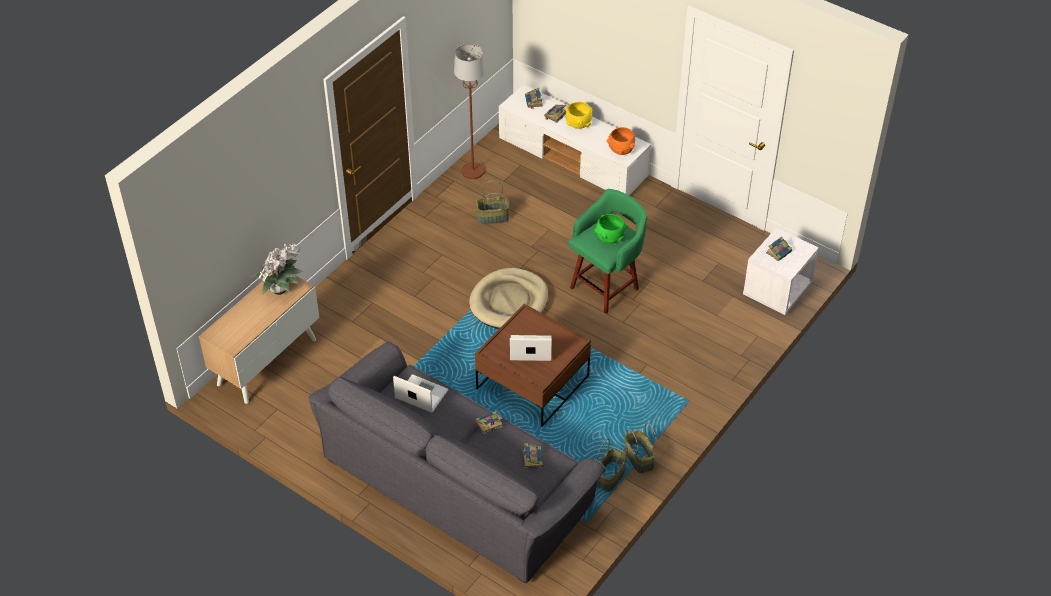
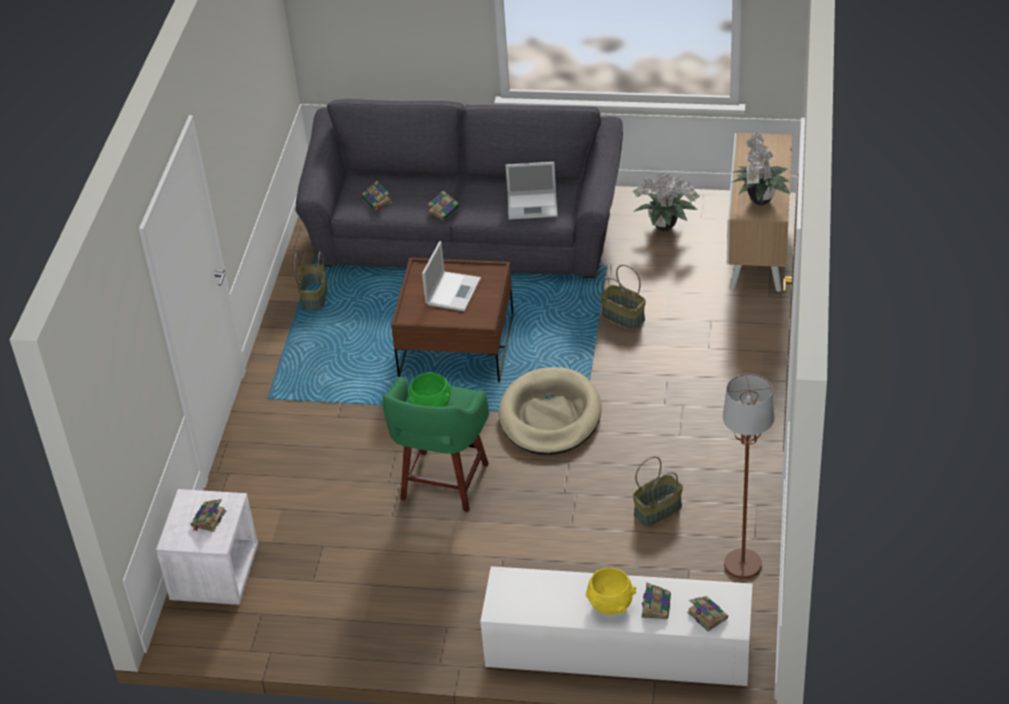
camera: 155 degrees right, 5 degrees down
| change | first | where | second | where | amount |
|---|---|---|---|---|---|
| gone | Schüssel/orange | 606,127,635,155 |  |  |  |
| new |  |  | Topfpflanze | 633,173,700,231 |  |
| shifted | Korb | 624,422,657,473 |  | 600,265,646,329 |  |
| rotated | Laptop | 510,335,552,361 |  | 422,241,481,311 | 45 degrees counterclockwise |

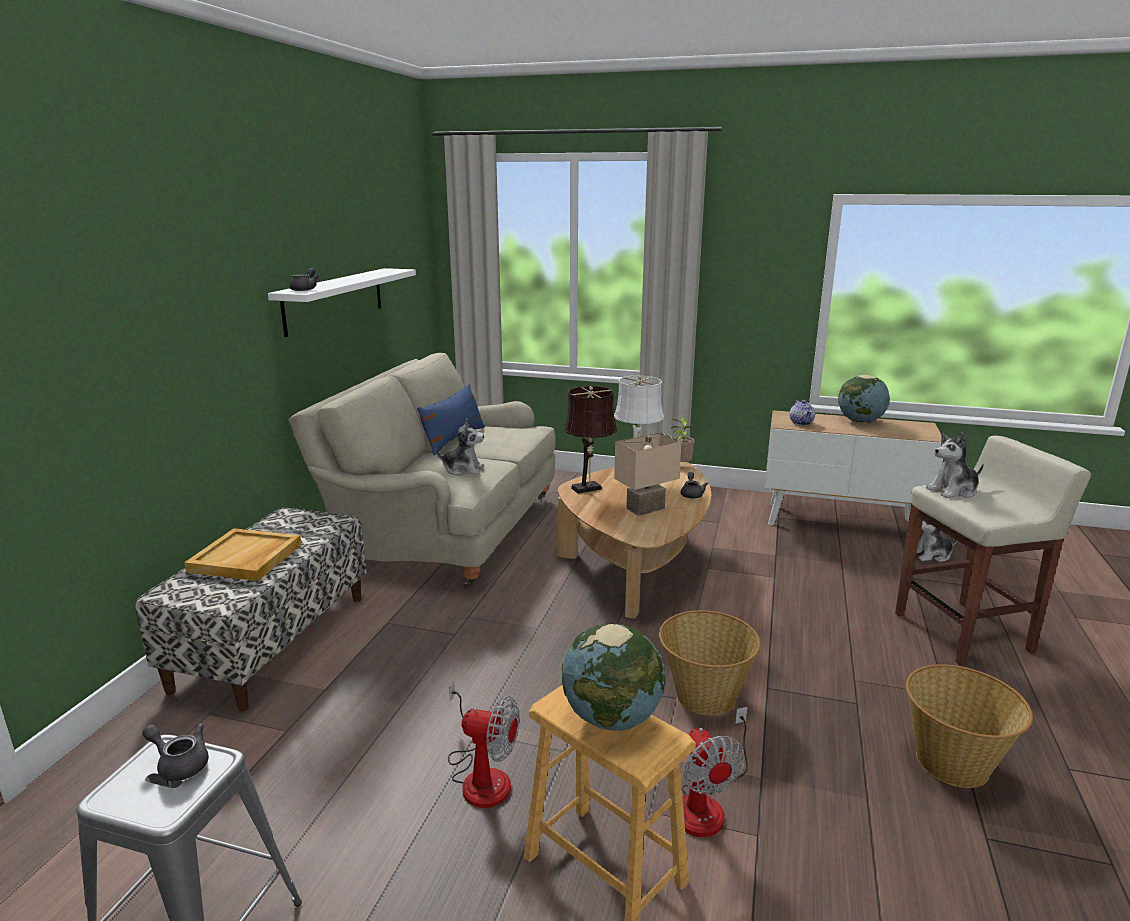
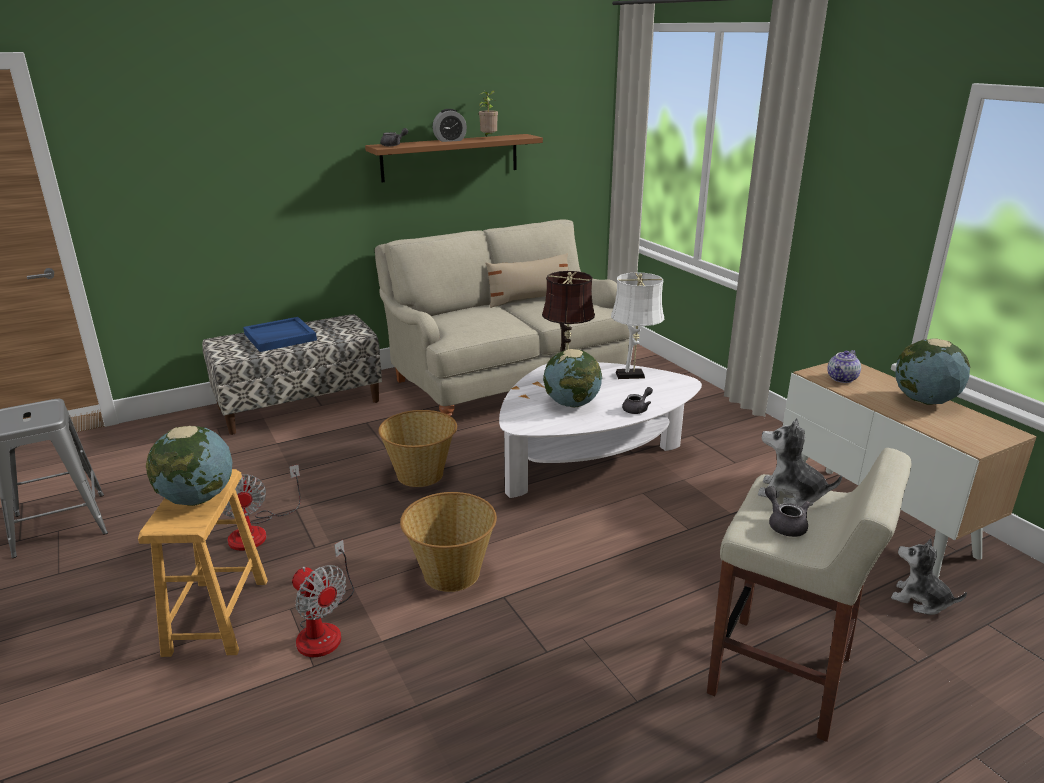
camera: 45 degrees right, 5 degrees up
| change | first | where | second | where | amount |
|---|---|---|---|---|---|
| gone | Plüschtier | 436,419,484,476 |  |  |  |
| new |  |  | Wecker | 433,109,467,142 |  |
| shifted | Teekanne/grau | 142,723,209,781 |  | 765,486,810,537 |  |
| shifted | Topfpflanze | 671,417,695,462 |  | 478,90,498,137 |  |
| shifted | Korb | 906,664,1033,788 |  | 378,410,457,487 |  |
| swapped | Tischlampe/beige | 614,432,682,516 | Globus | 543,349,602,407 |  |
| repainted | Tablett/beige | 184,528,302,581 | Tablett/blau | 243,317,317,352 |  |
| repainted | Wandregal/weiß | 268,268,416,337 | Wandregal/braun | 365,134,543,182 |  |
| repainted | Kissen/blau | 417,384,485,455 | Kissen/beige | 486,253,568,308 |  |
| repainted | Couchtisch/braun | 558,462,711,619 | Couchtisch/weiß | 499,362,702,498 |  |
| rotated | Ventilator | 682,707,748,837 |  | 292,540,354,657 | 75 degrees counterclockwise |

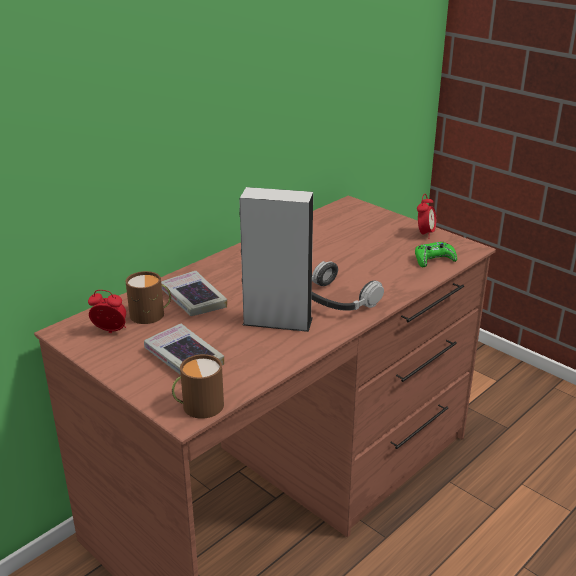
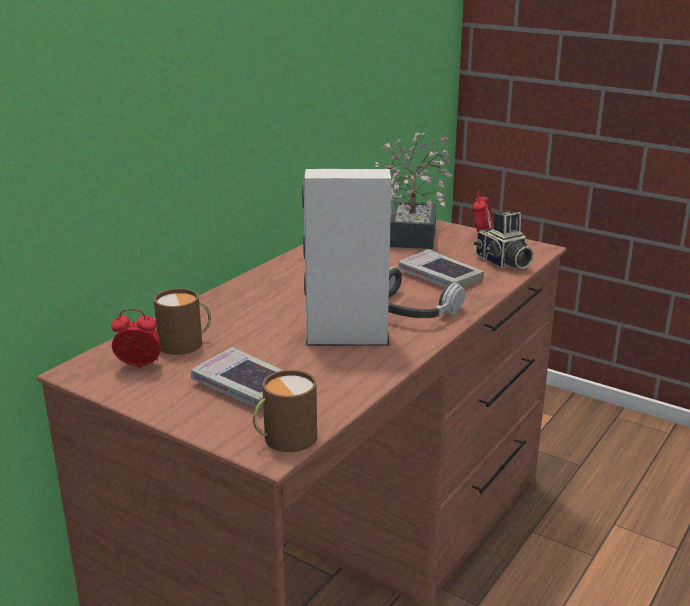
camera: 10 degrees left, 5 degrees down
| change | first | where | second | where | amount |
|---|---|---|---|---|---|
| new |  |  | Topfpflanze | 375,132,452,249 |  |
| shifted | Buch | 161,271,227,316 |  | 398,249,484,288 |  |
| swapped | Gamepad/grün | 415,242,457,267 | Kamera | 474,210,534,269 |  |

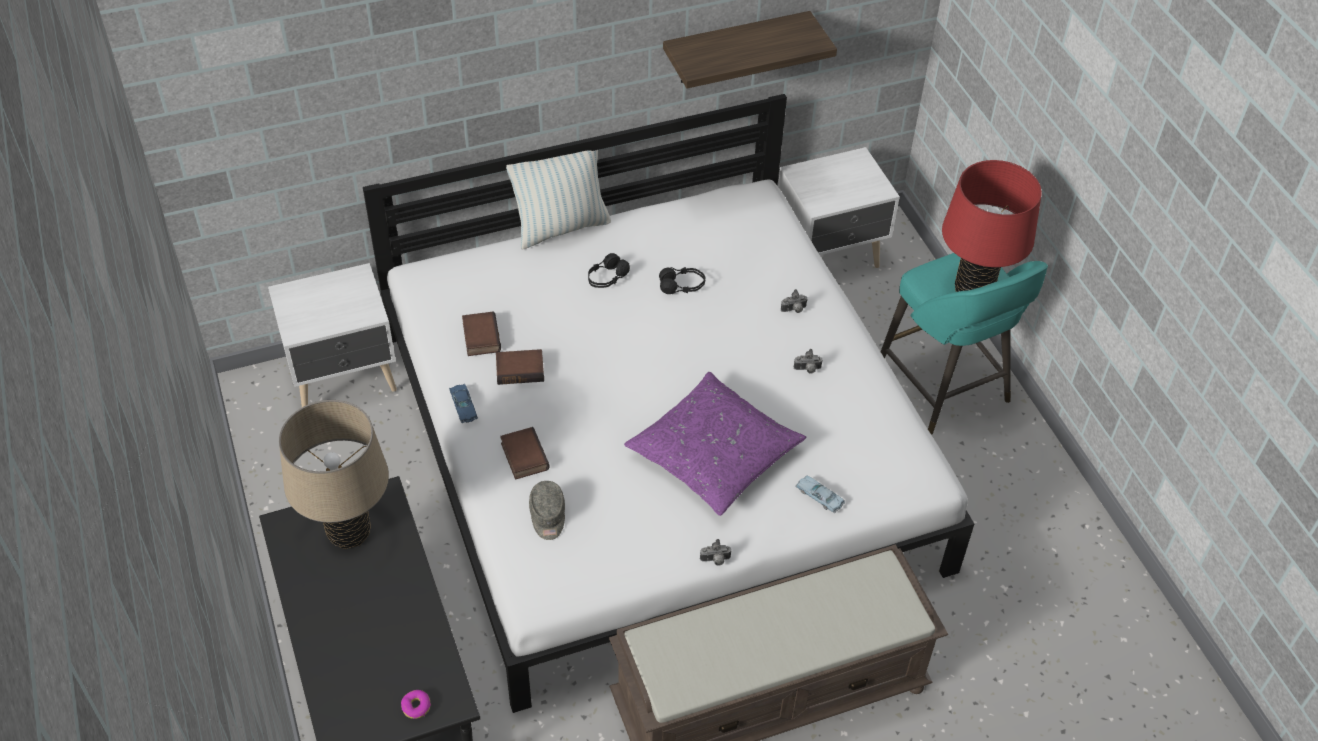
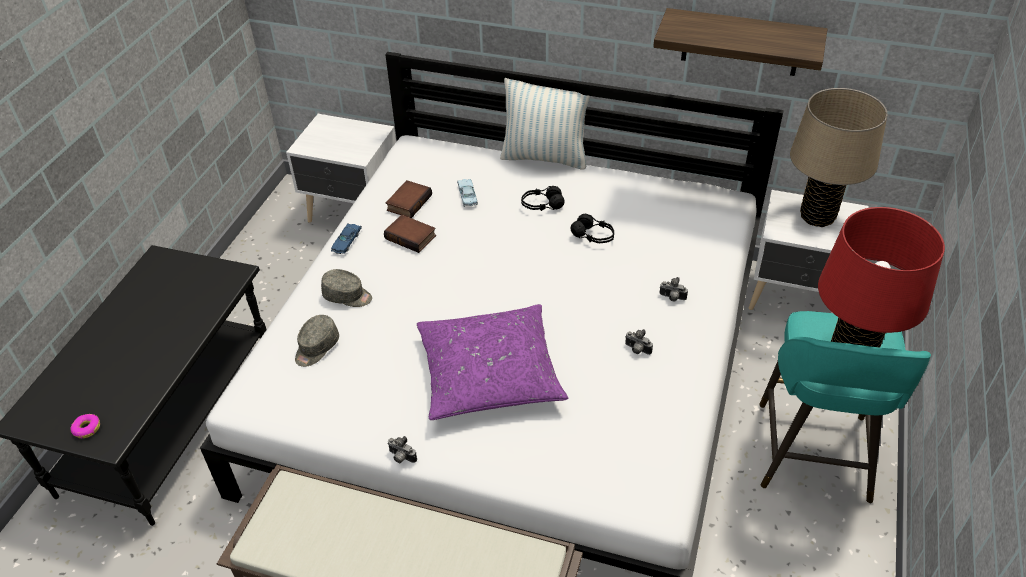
camera: 40 degrees right, 5 degrees down
| change | first | where | second | where | amount |
|---|---|---|---|---|---|
| shifted | Tischlampe/beige | 279,400,389,549 |  | 790,88,887,227 |  |
| shifted | Spielzeugauto/blau | 796,476,845,513 |  | 457,179,478,207 |  |
| swapped | Buch | 500,427,549,479 | Kappe/grau | 321,269,372,307 |  |

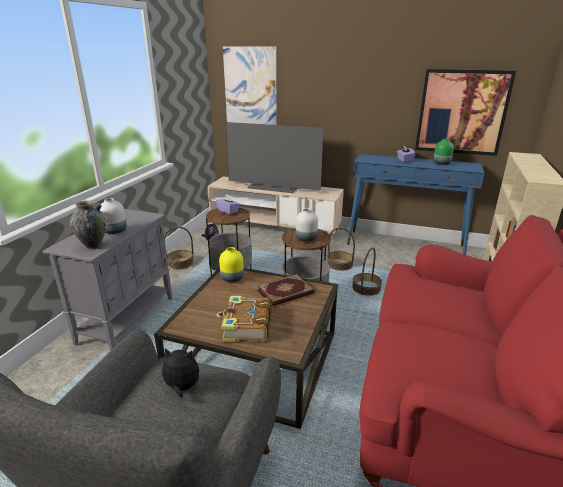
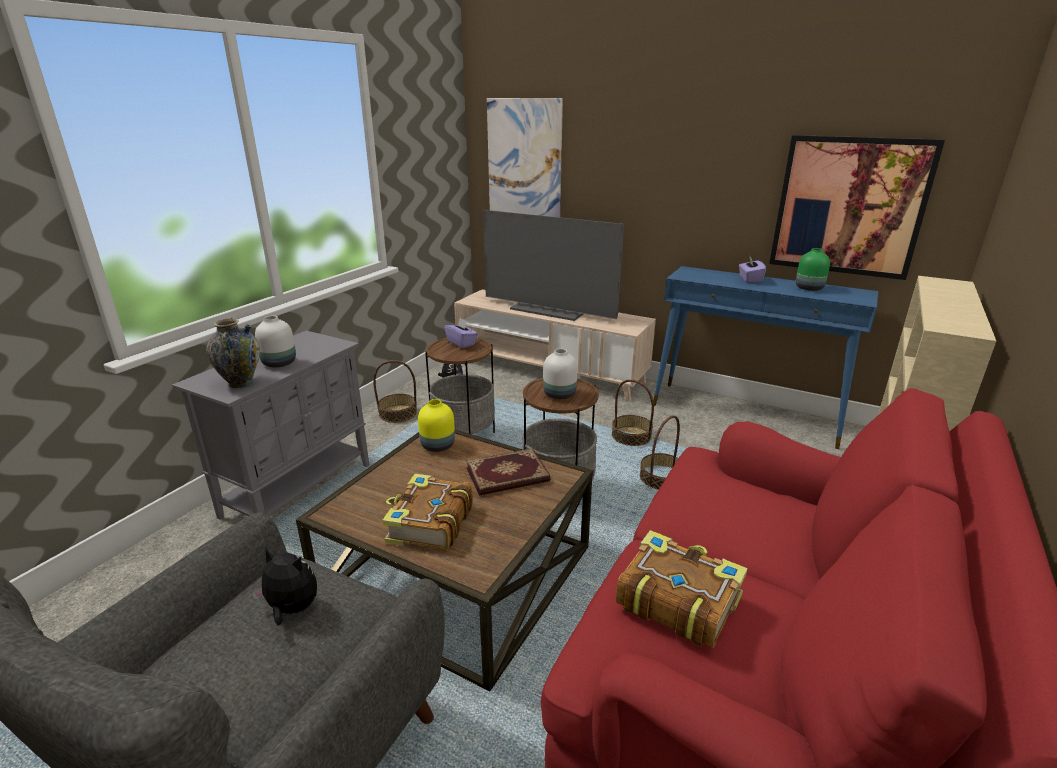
camera: 10 degrees right, 0 degrees up
| change | first | where | second | where | amount |
|---|---|---|---|---|---|
| new |  |  | Buch | 616,530,748,648 |  |

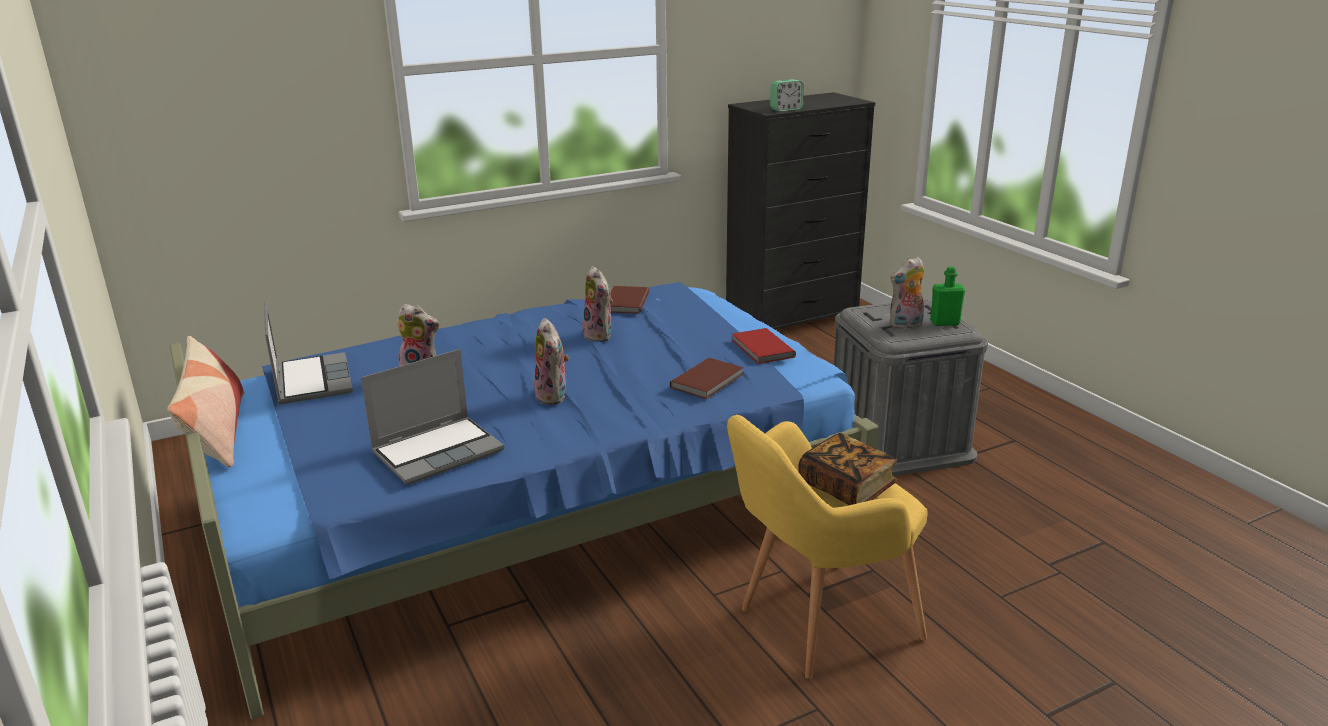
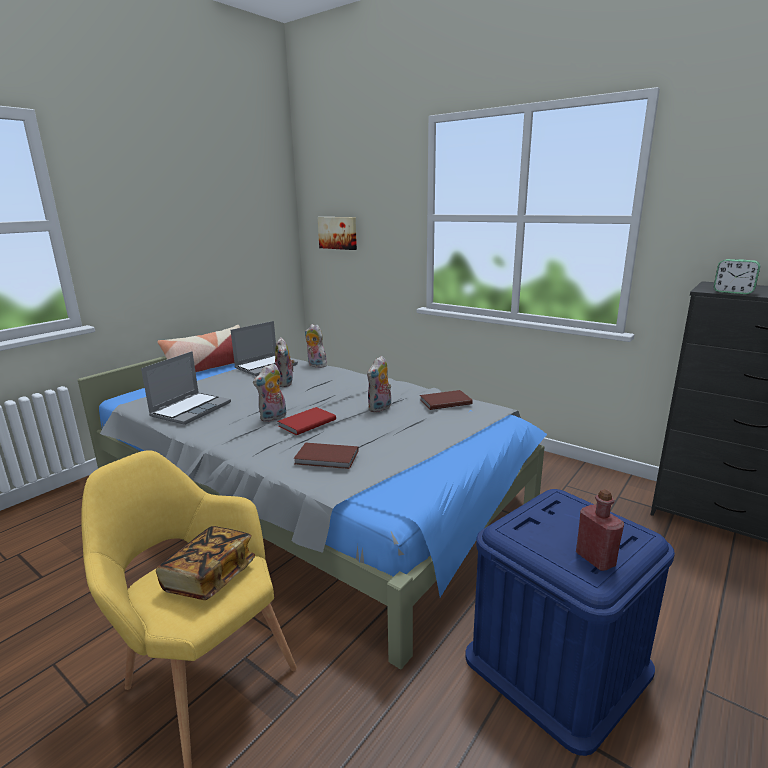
camera: 65 degrees right, 5 degrees down
| change | first | where | second | where | amount |
|---|---|---|---|---|---|
| new |  |  | Bild | 318,217,357,250 |  |
| shifted | Buch/rot | 732,328,796,364 |  | 278,407,336,435 |  |
| shifted | Plüschtier | 889,257,924,330 |  | 305,324,329,368 |  |
| repainted | Bett/blau | 170,282,879,719 | Bett/grau | 78,356,547,669 |  |
| repainted | Aufbewahrungsbox/grau | 834,299,988,476 | Aufbewahrungsbox/blau | 465,489,675,756 |  |
| repainted | Flasche/grün | 930,266,965,326 | Flasche/rot | 576,489,624,571 |  |
| rotated | Laptop | 361,349,504,485 |  | 141,351,231,425 | 90 degrees counterclockwise |

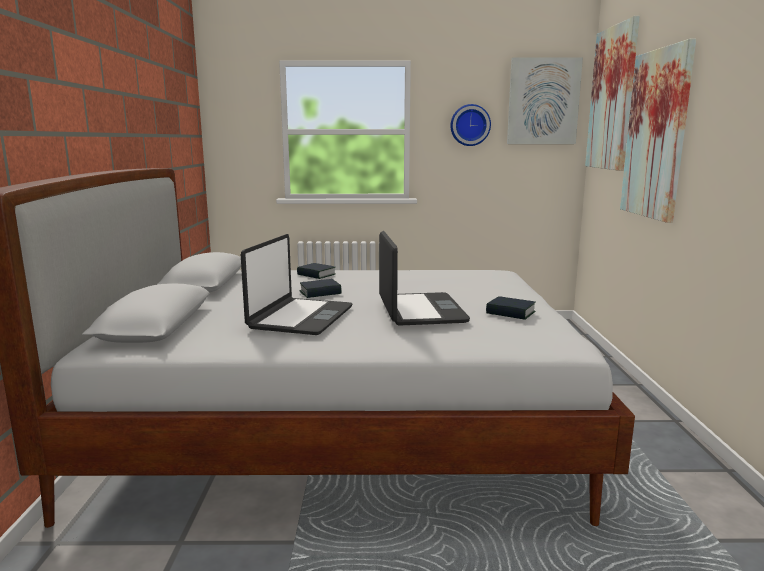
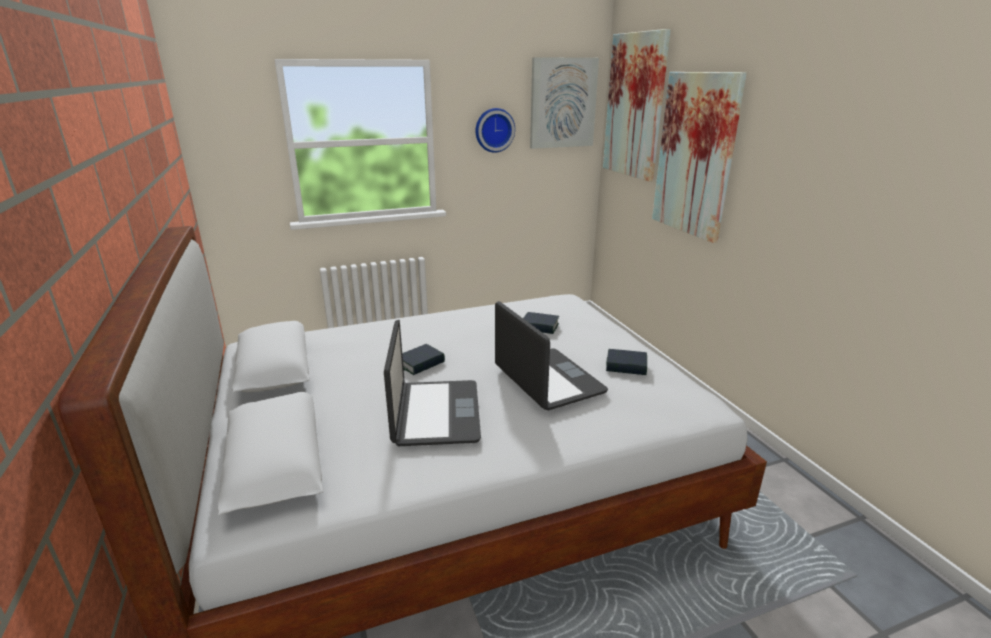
camera: 20 degrees left, 10 degrees up
| change | first | where | second | where | amount |
|---|---|---|---|---|---|
| shifted | Buch | 297,263,335,279 |  | 523,312,559,334 |  |

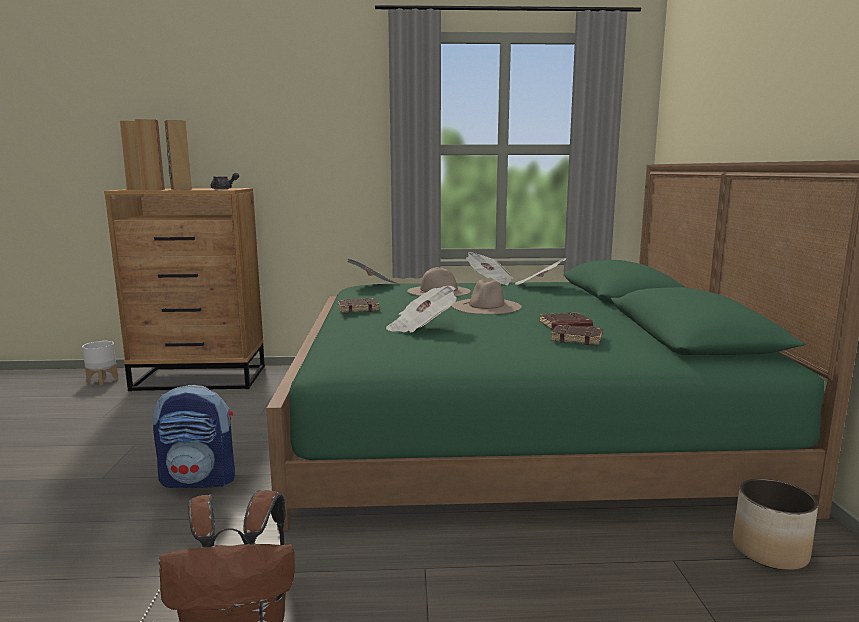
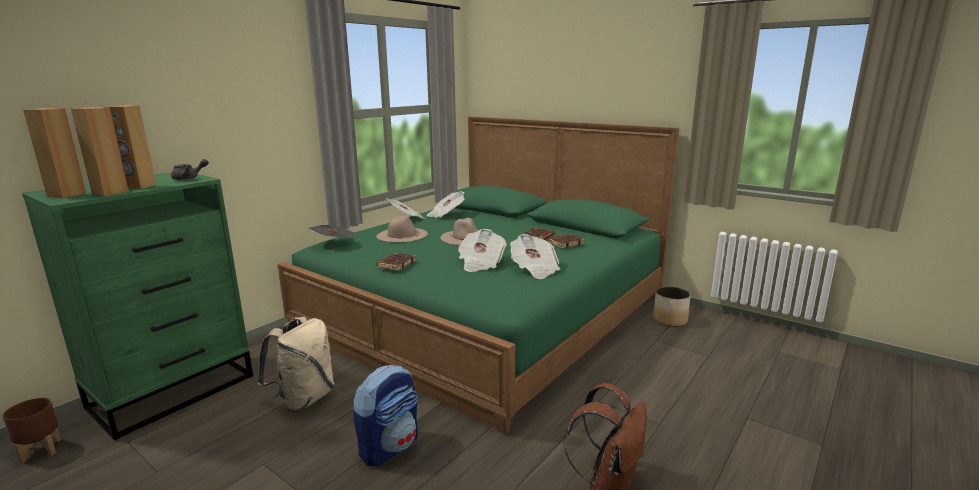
camera: 50 degrees left, 5 degrees up
| change | first | where | second | where | amount |
|---|---|---|---|---|---|
| new |  |  | Rucksack/beige | 257,317,335,413 |  |
| new |  |  | Zeitung | 510,234,560,279 |  |
| repainted | Pflanzkübel/weiß | 82,341,118,385 | Pflanzkübel/braun | 3,397,61,463 |  |
| repainted | Kommode/braun | 104,188,265,391 | Kommode/grün | 22,172,253,441 |  |

